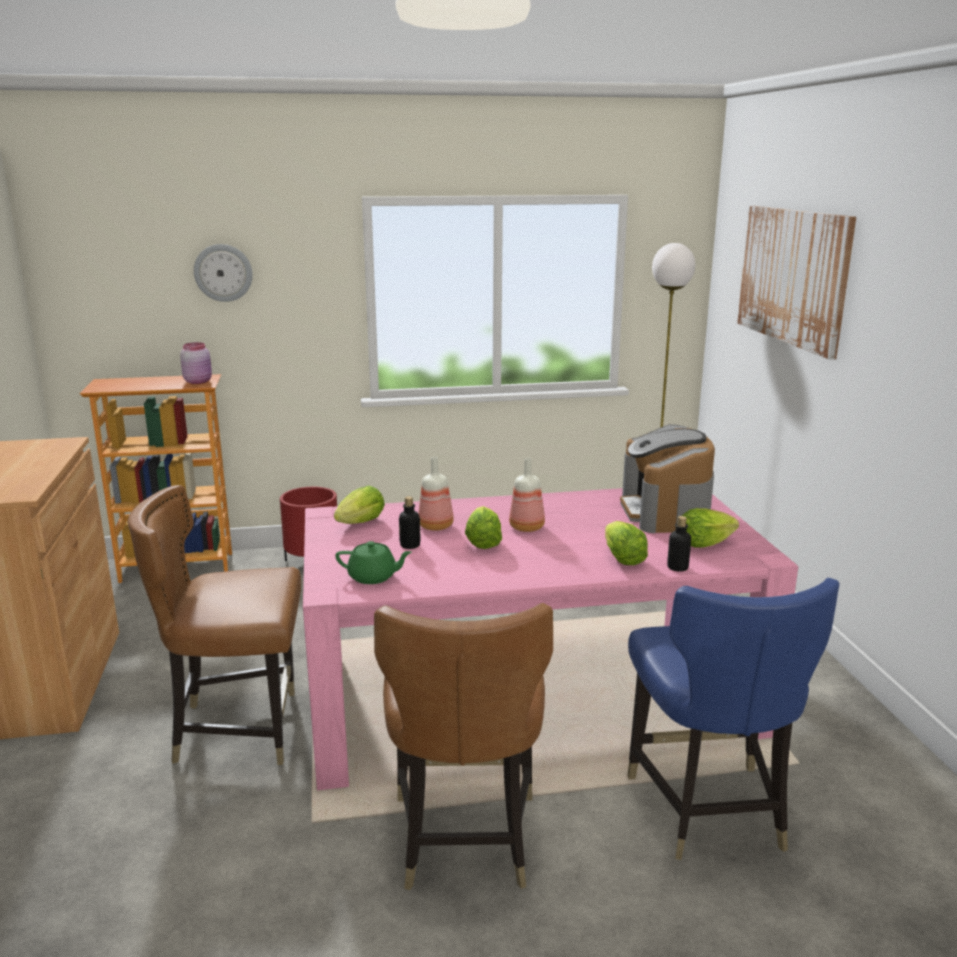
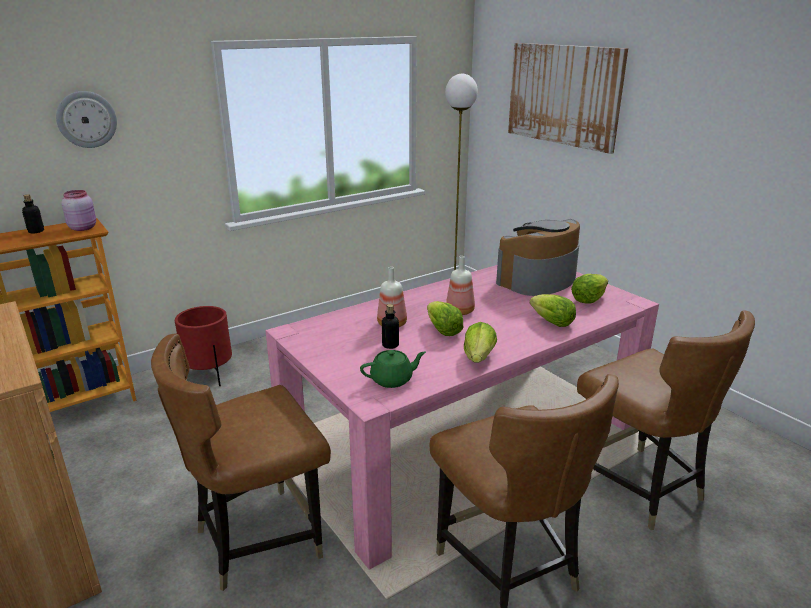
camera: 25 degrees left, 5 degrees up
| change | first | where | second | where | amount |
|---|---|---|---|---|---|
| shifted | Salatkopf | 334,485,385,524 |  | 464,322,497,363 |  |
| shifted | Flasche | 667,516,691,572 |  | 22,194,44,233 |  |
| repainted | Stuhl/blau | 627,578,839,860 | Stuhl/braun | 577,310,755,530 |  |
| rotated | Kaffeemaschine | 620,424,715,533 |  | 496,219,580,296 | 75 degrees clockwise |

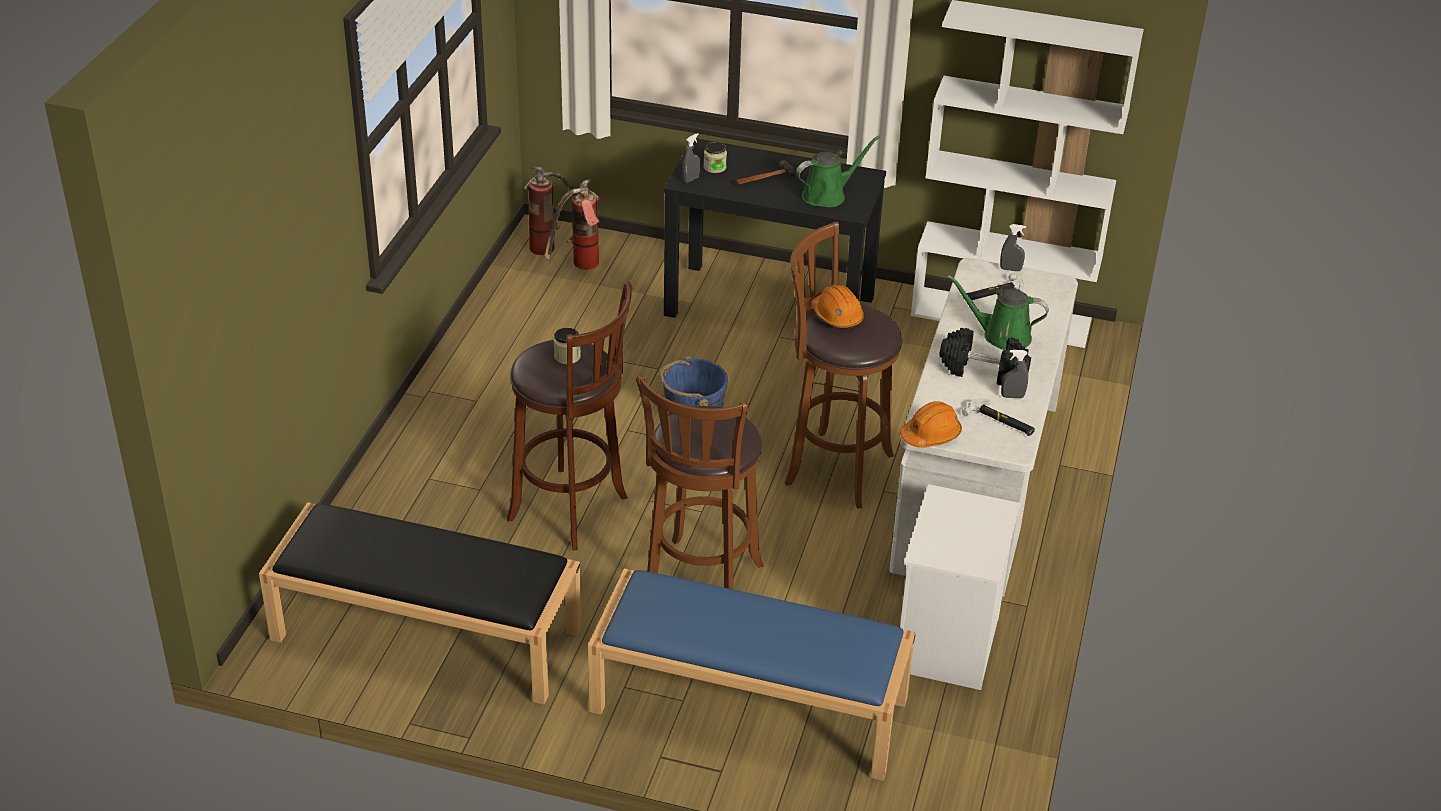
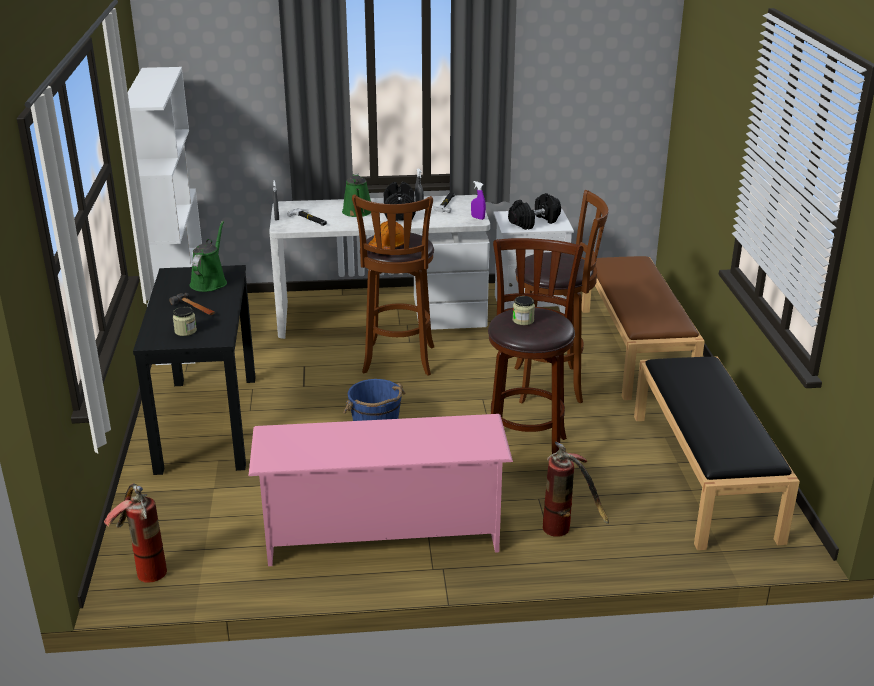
camera: 110 degrees left, 10 degrees down
| change | first | where | second | where | amount |
|---|---|---|---|---|---|
| gone | Sprühflasche/grau | 682,133,700,183 |  |  |  |
| new |  |  | Schuhregal/rosa | 249,414,513,566 |  |
| new |  |  | Hantel/schwarz | 508,193,561,230 |  |
| shifted | Feuerlöscher | 544,179,600,270 |  | 543,441,609,537 |  |
| swapped | Schutzhelm/orange | 900,401,962,448 | Sprühflasche/lila | 471,181,486,220 |  |
| repainted | Bank/blau | 588,568,916,781 | Bank/braun | 582,256,705,400 |  |
| rotated | Gießkanne/grün | 796,135,880,207 |  | 190,221,227,292 | 60 degrees clockwise |

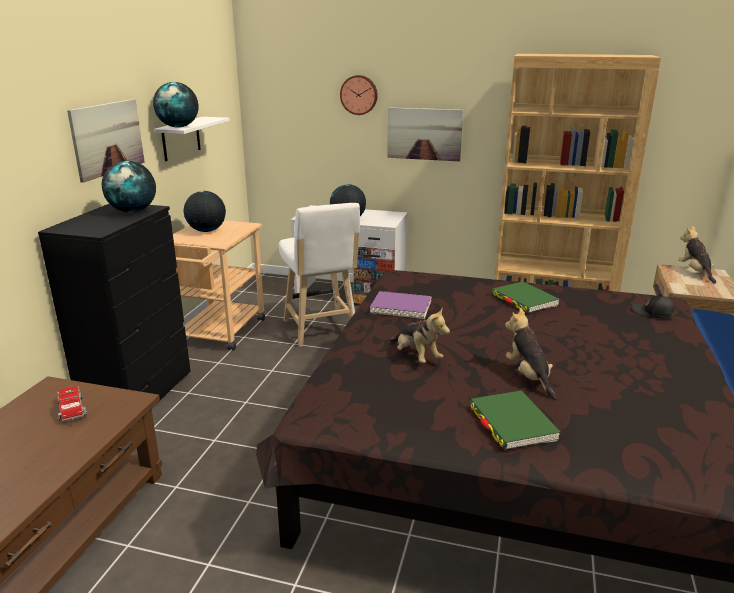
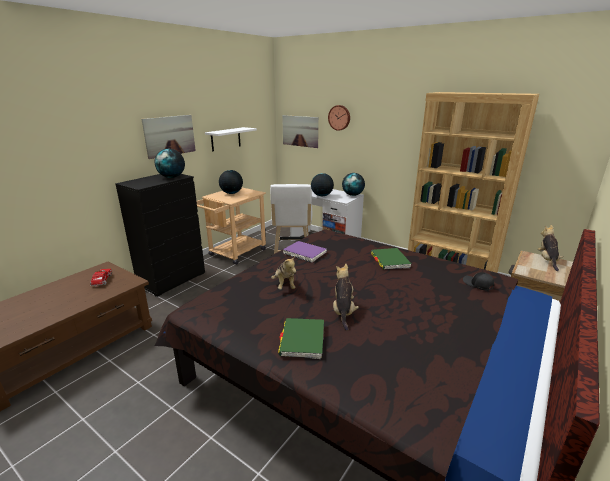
camera: 20 degrees right, 0 degrees up
| change | first | where | second | where | amount |
|---|---|---|---|---|---|
| shifted | Globus | 153,82,199,128 |  | 342,173,365,196 |  |
| shifted | Bild | 387,107,463,162 |  | 282,115,319,148 |  |

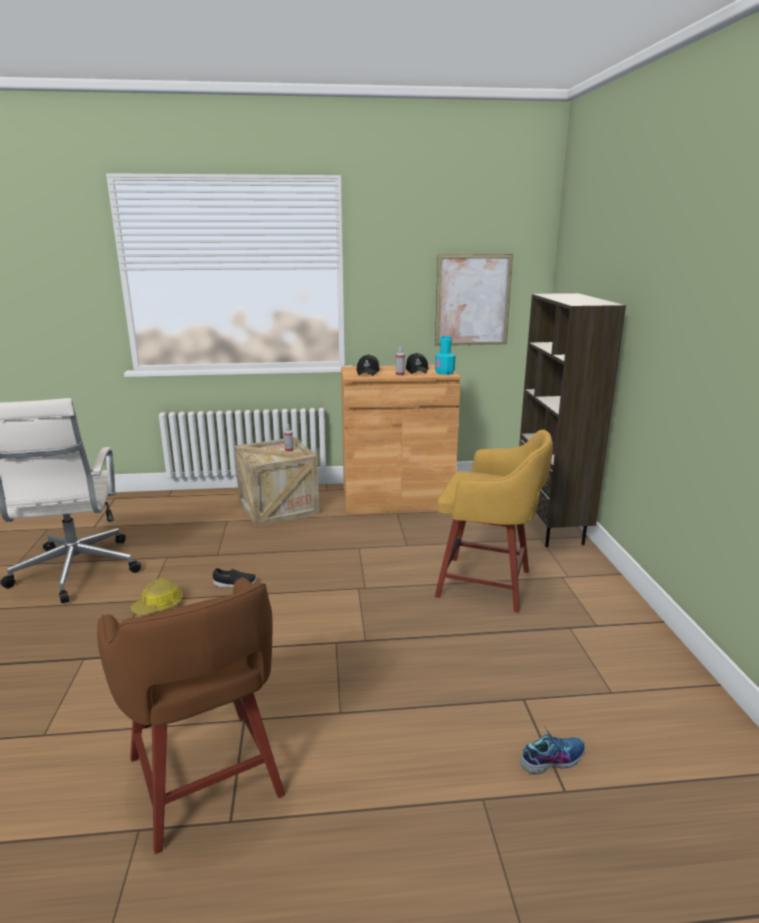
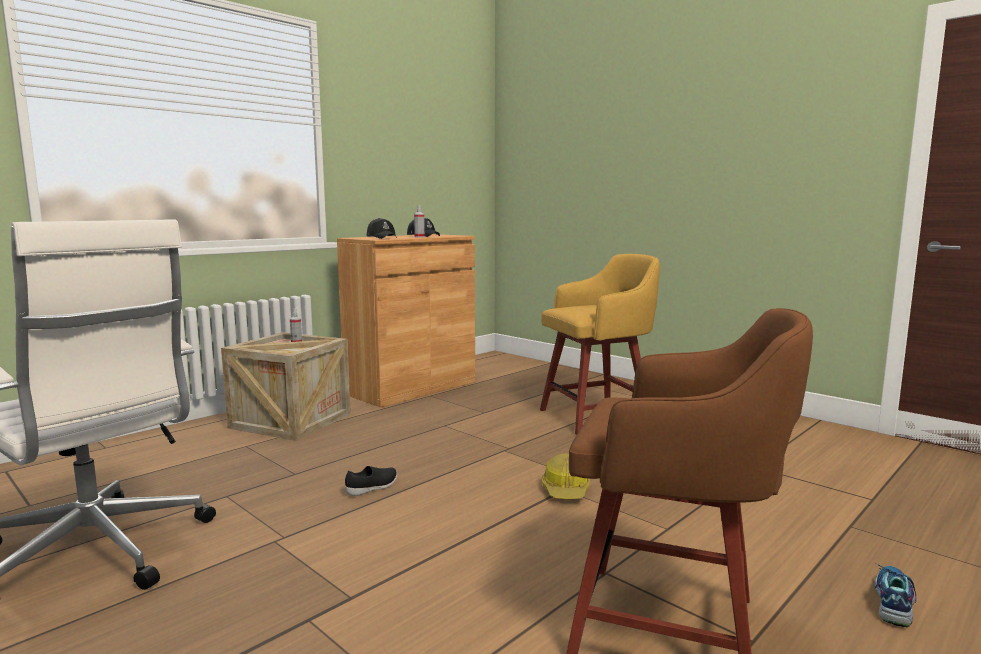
camera: 40 degrees left, 10 degrees down
| change | first | where | second | where | amount |
|---|---|---|---|---|---|
| gone | Bild | 435,254,513,346 |  |  |  |
| gone | Flasche/türkis | 435,336,455,375 |  |  |  |
| gone | Bücherregal/braun | 519,293,626,547 |  |  |  |
| shifted | Schutzhelm | 130,578,183,616 |  | 541,453,590,499 |  |
| shifted | Schuh | 520,726,585,774 |  | 874,563,916,627 |  |

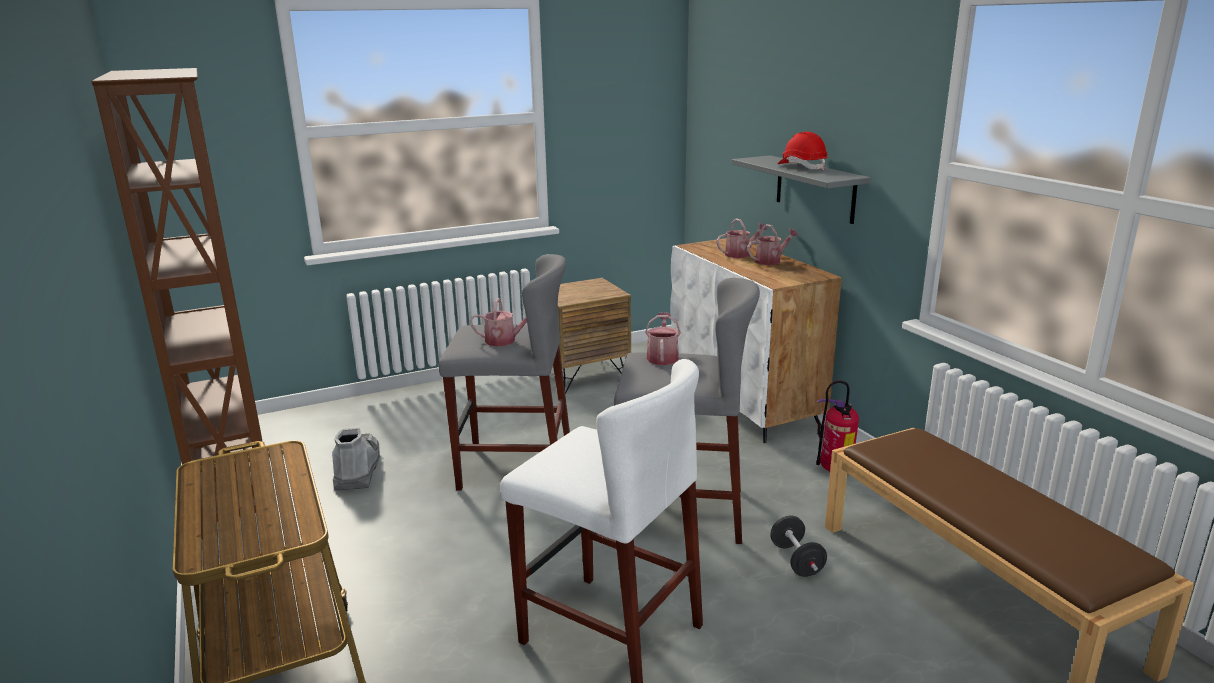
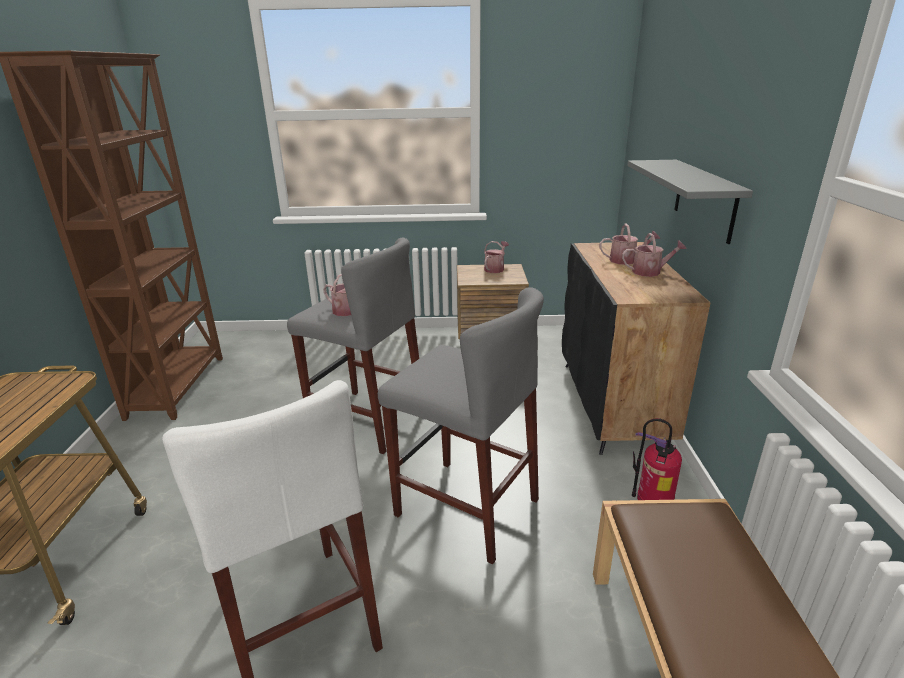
camera: 25 degrees right, 5 degrees up
| change | first | where | second | where | amount |
|---|---|---|---|---|---|
| gone | Stiefel/grau | 332,428,380,490 |  |  |  |
| gone | Hantel/schwarz | 770,515,827,577 |  |  |  |
| gone | Schutzhelm/rot | 778,132,828,170 |  |  |  |
| shifted | Gießkanne | 645,312,681,365 |  | 484,241,509,273 |  |
| repainted | Schrank/weiß | 670,238,842,443 | Schrank/schwarz | 562,242,710,455 |  |

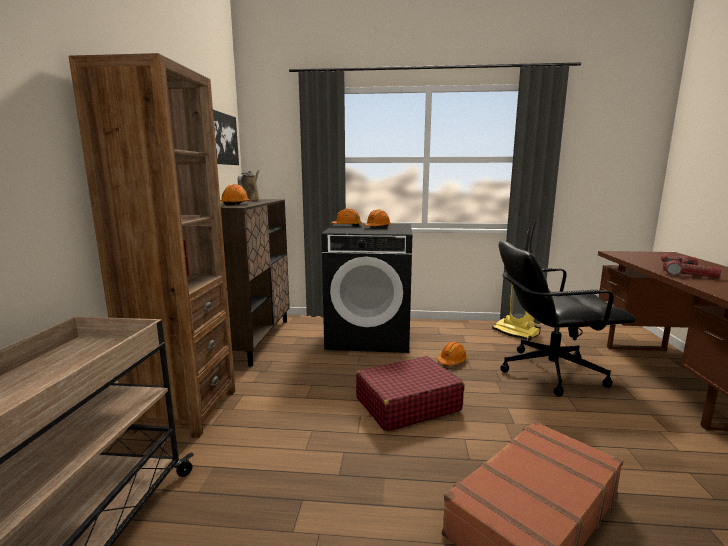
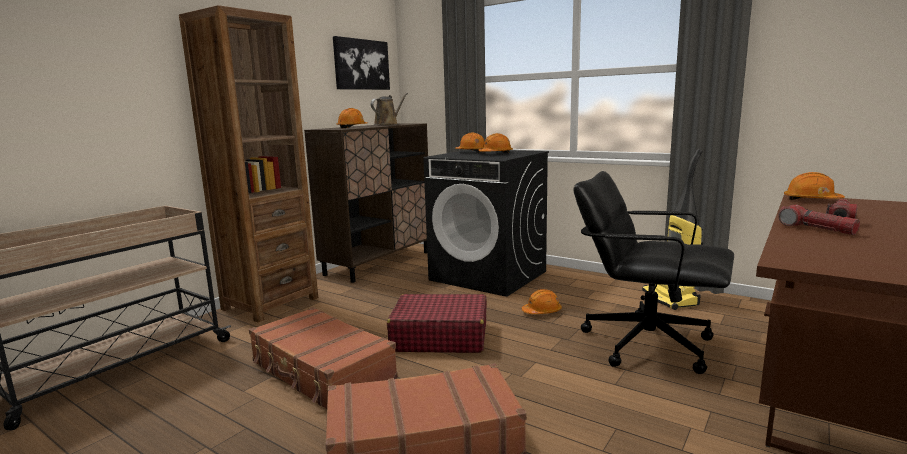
camera: 30 degrees right, 0 degrees up
| change | first | where | second | where | amount |
|---|---|---|---|---|---|
| new |  |  | Koffer/braun | 249,307,398,409 |  |
| new |  |  | Schutzhelm/orange | 784,172,845,200 |  |

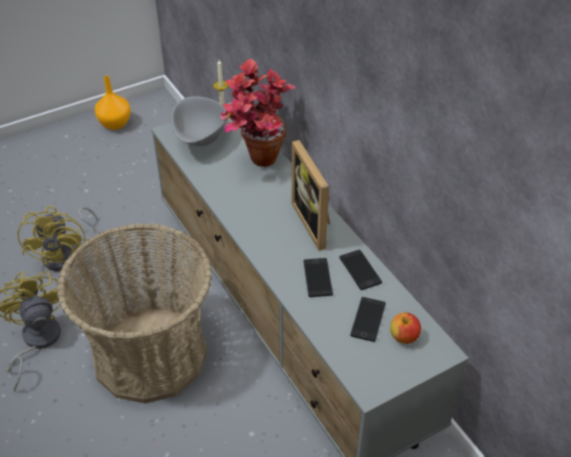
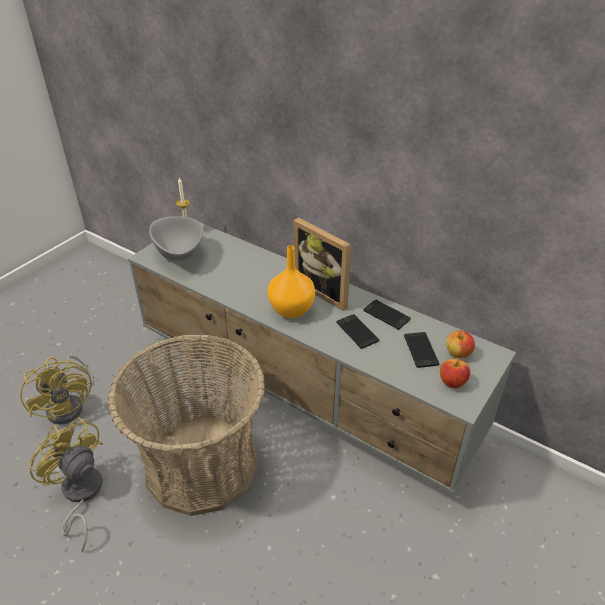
camera: 25 degrees left, 5 degrees down
| change | first | where | second | where | amount |
|---|---|---|---|---|---|
| gone | Topfpflanze | 220,59,296,167 |  |  |  |
| new |  |  | Apfel | 440,359,470,389 |  |
| shifted | Vase/orange | 95,76,131,130 |  | 267,245,315,318 |  |

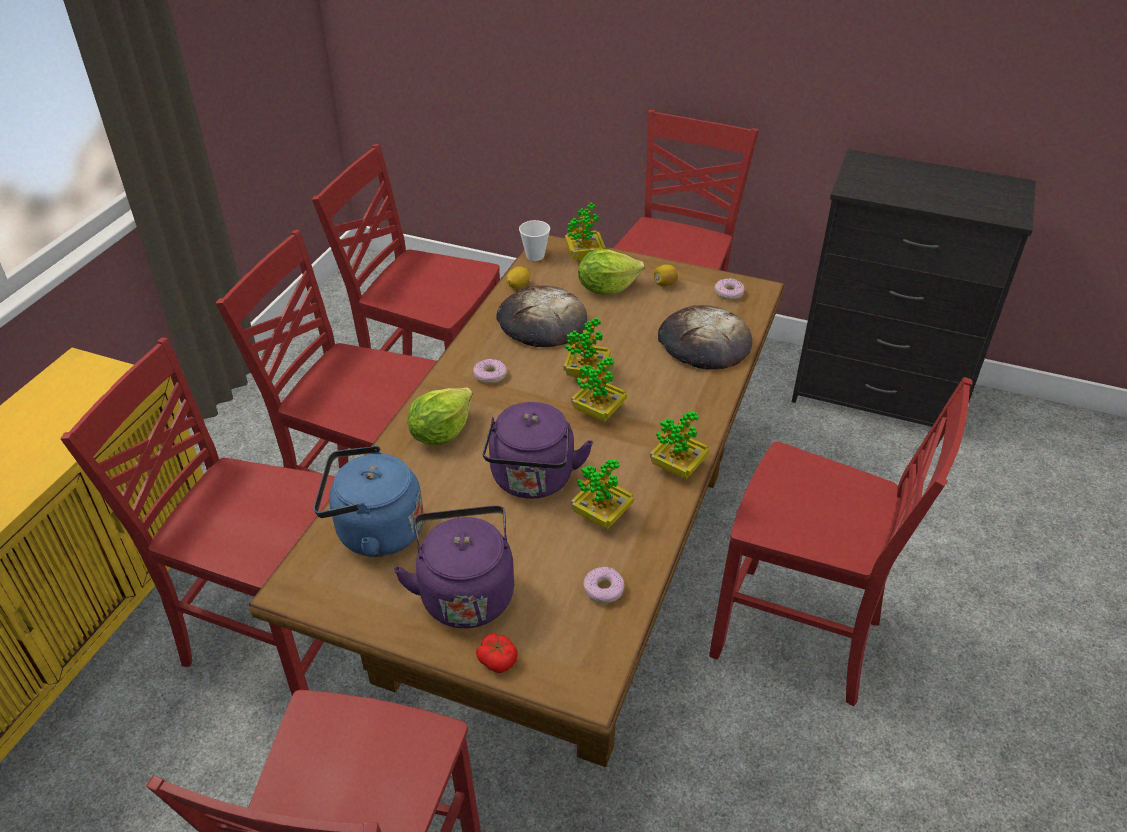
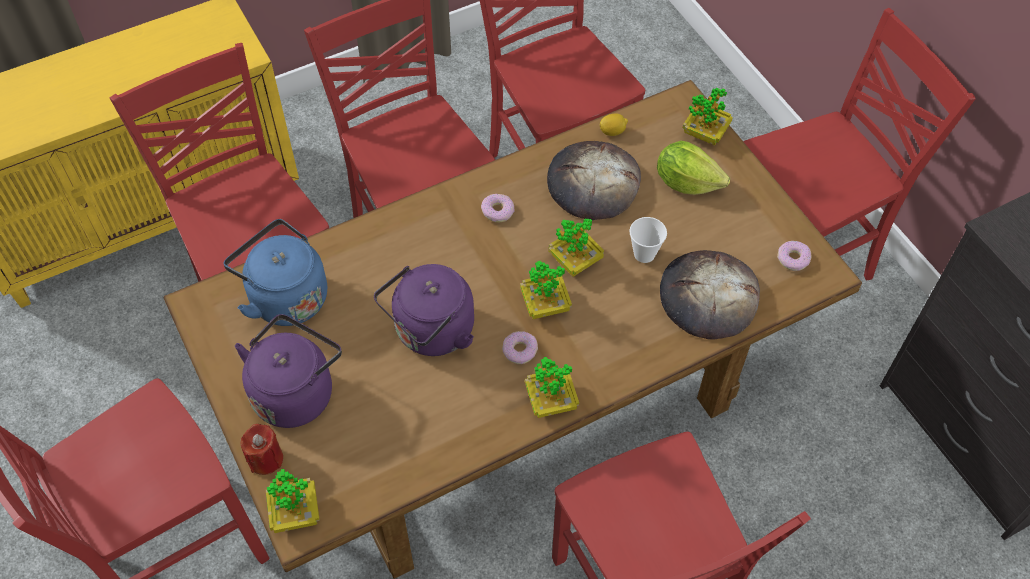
camera: 40 degrees right, 15 degrees up
| change | first | where | second | where | amount |
|---|---|---|---|---|---|
| gone | Salatkopf | 407,388,473,445 |  |  |  |
| gone | Zitrone | 654,264,678,287 |  |  |  |
| shifted | Tasse | 519,220,550,261 |  | 629,217,667,263 |  |
| shifted | Topfpflanze | 571,459,634,530 |  | 266,469,320,533 |  |
| shifted | Donut | 583,567,625,603 |  | 502,331,538,364 |  |
| swapped | Tomate | 476,633,518,673 | Kerze/rot | 241,424,283,475 |  |

